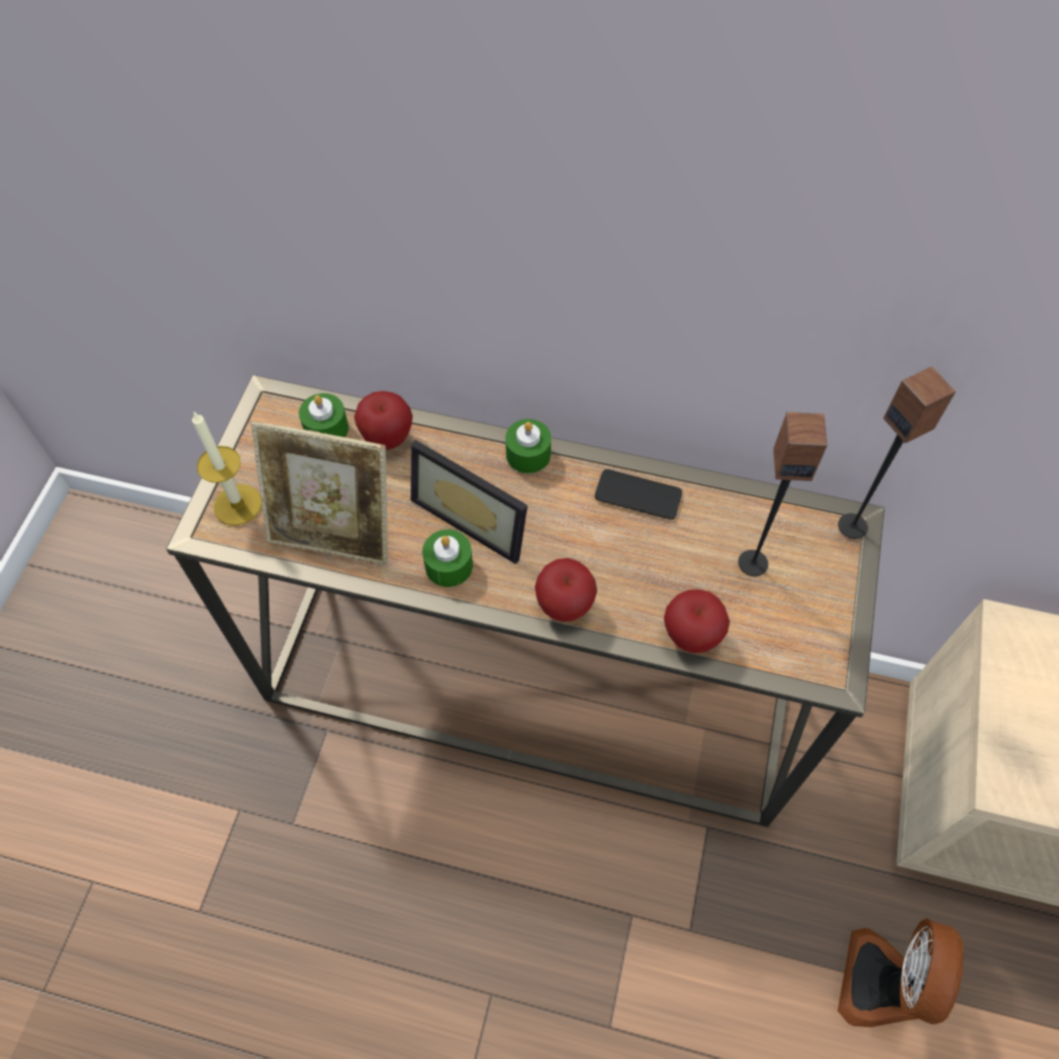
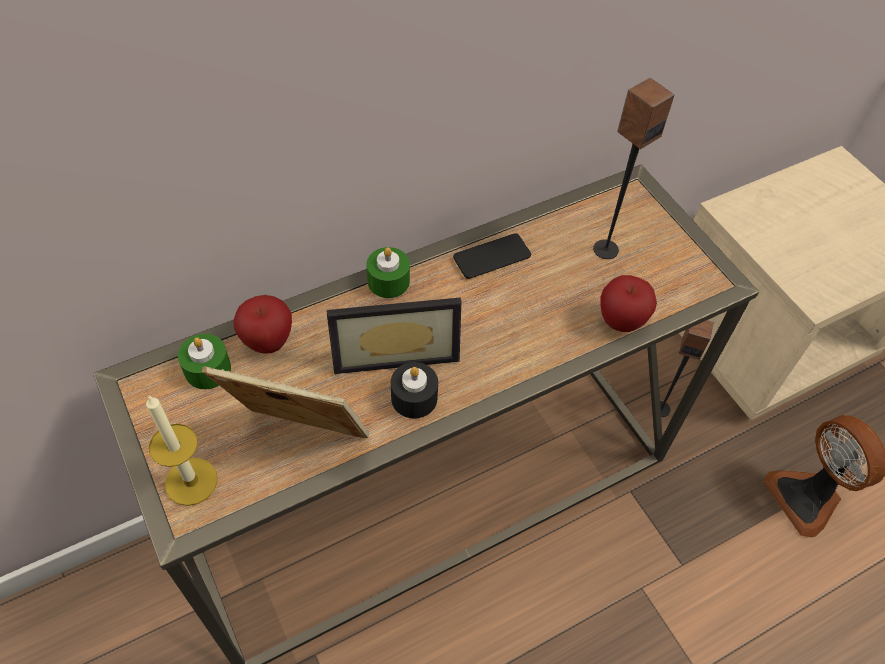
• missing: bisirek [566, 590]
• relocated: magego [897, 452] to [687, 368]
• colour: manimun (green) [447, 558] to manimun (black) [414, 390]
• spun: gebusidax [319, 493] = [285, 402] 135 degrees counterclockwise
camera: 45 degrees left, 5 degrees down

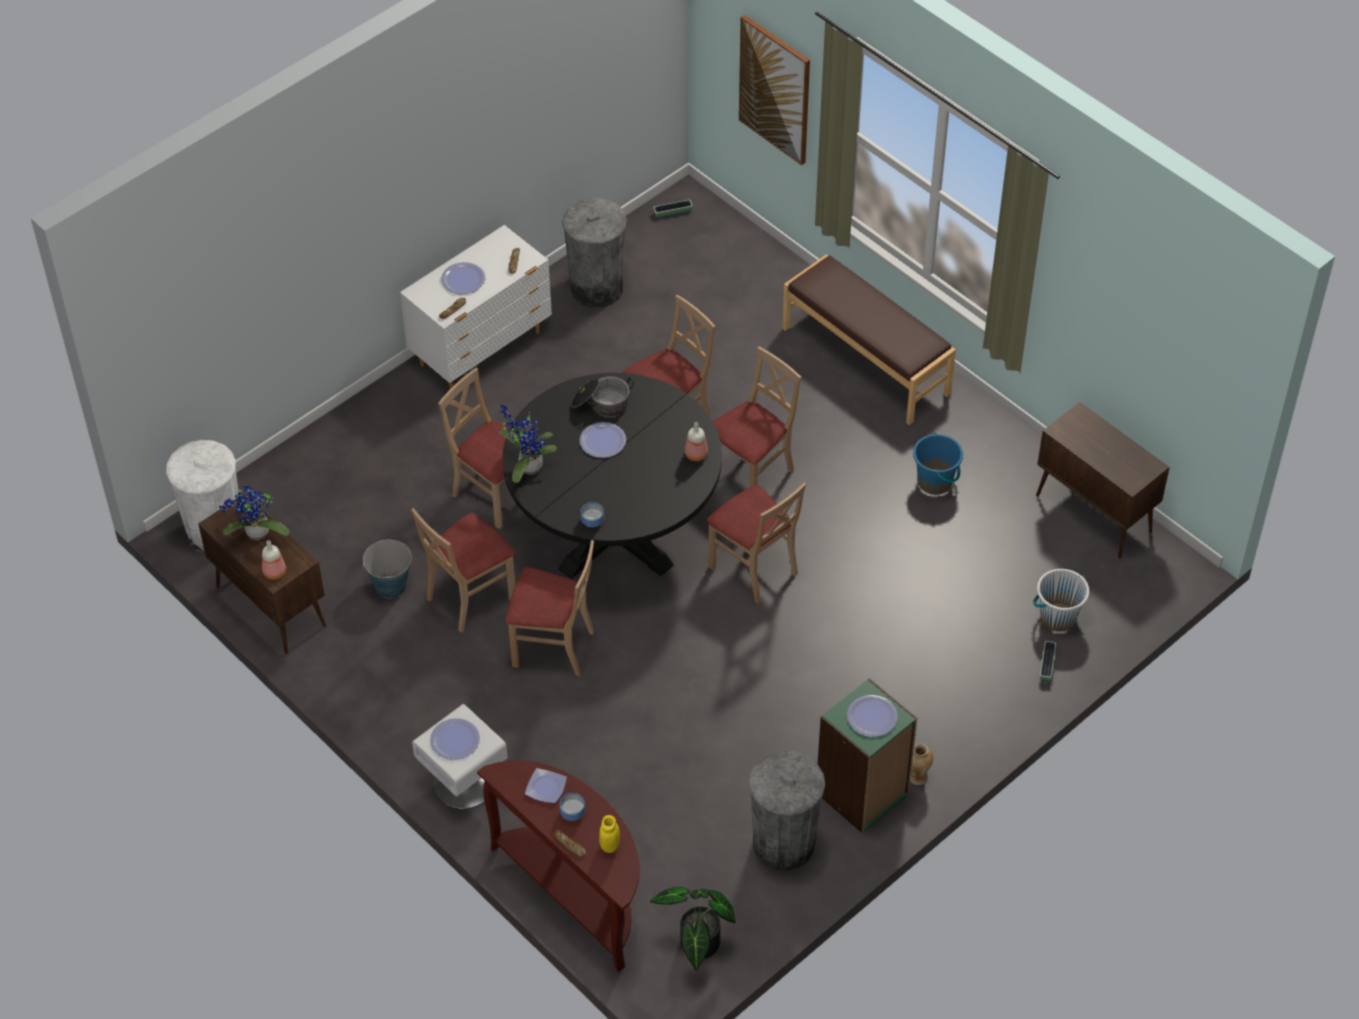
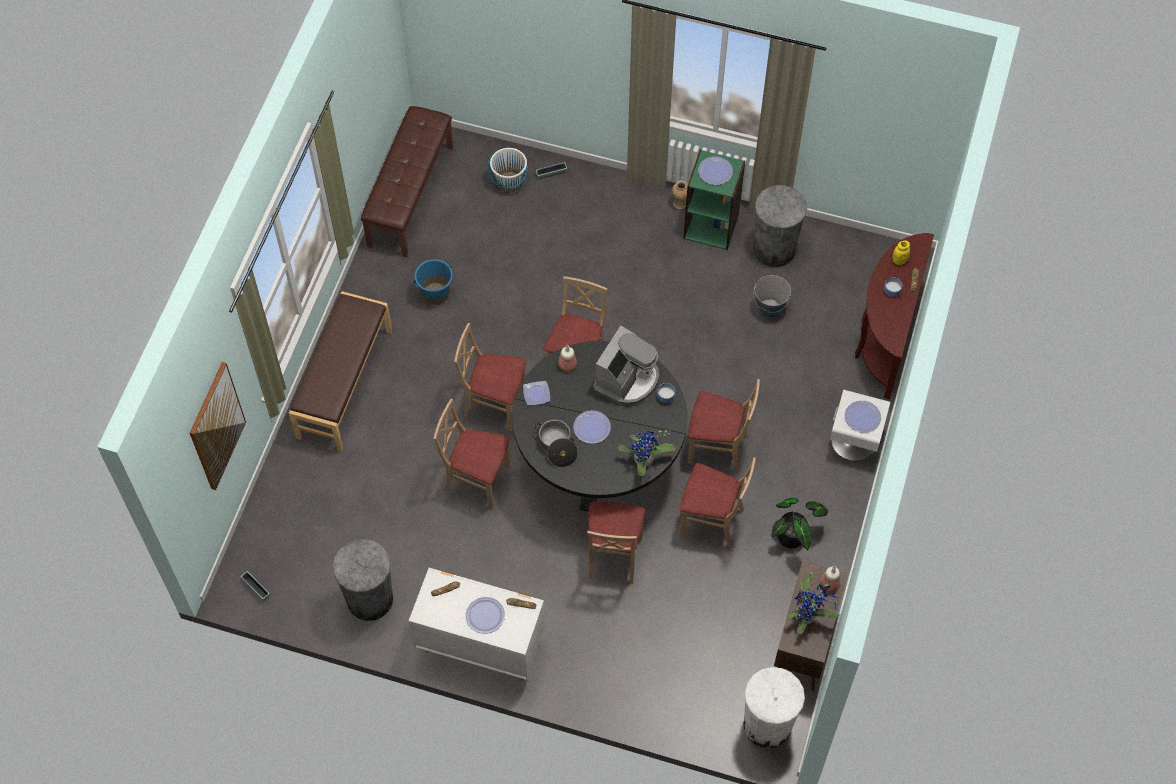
• appeared: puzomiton [626, 365]
• relocated: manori [387, 569] to [772, 296]
• relocated: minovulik [546, 785] to [536, 393]
• relocated: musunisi [693, 929] to [799, 524]
• exchanged: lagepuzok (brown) [1103, 480] to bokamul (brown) [407, 181]
• spun: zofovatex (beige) [549, 608] = [724, 425] 120 degrees clockwise
camera: 120 degrees left, 10 degrees up

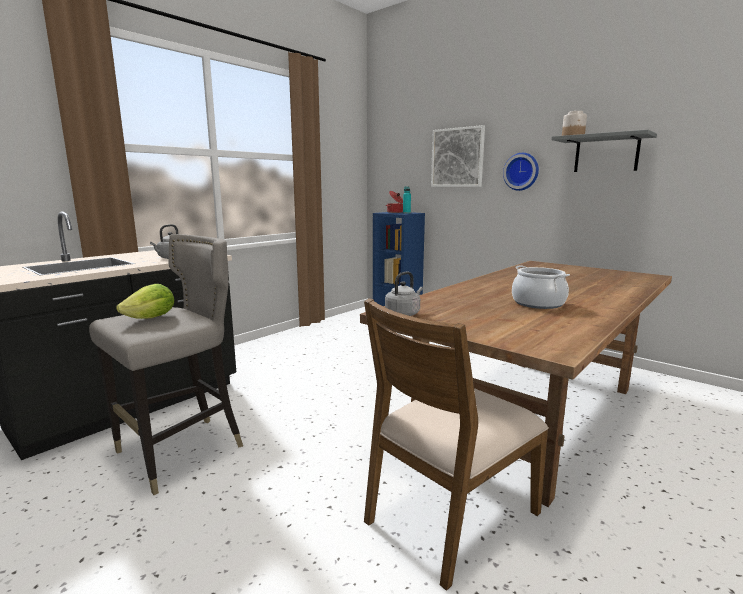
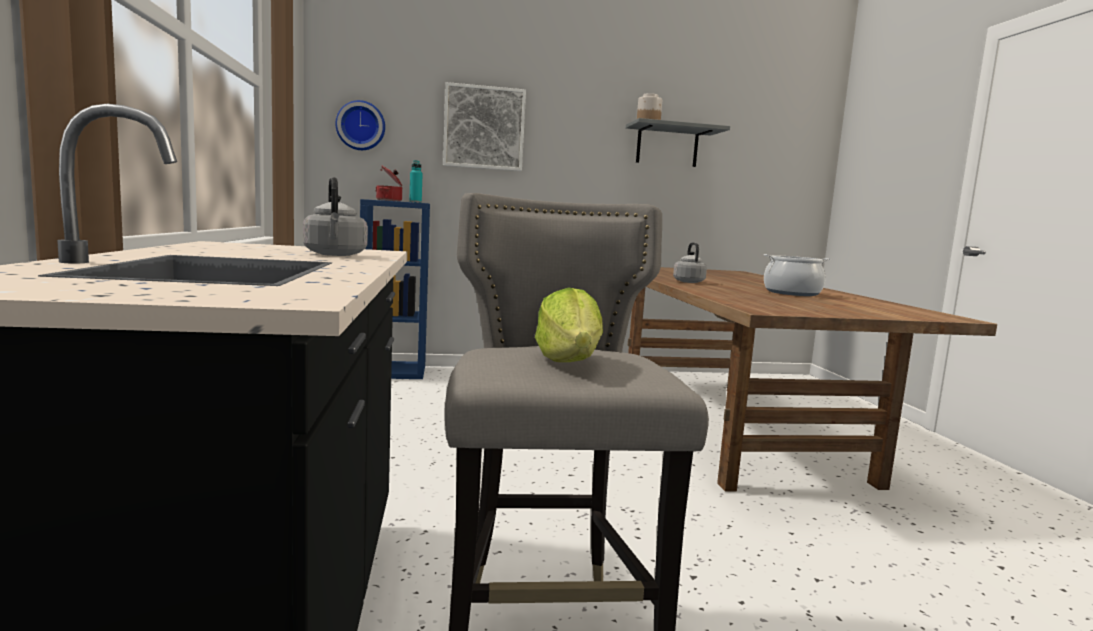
• missing: zofovatex (brown) [456, 444]
• relocated: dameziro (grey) [404, 294] to [690, 262]
• relocated: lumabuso [521, 172] to [360, 125]
camera: 50 degrees left, 5 degrees down

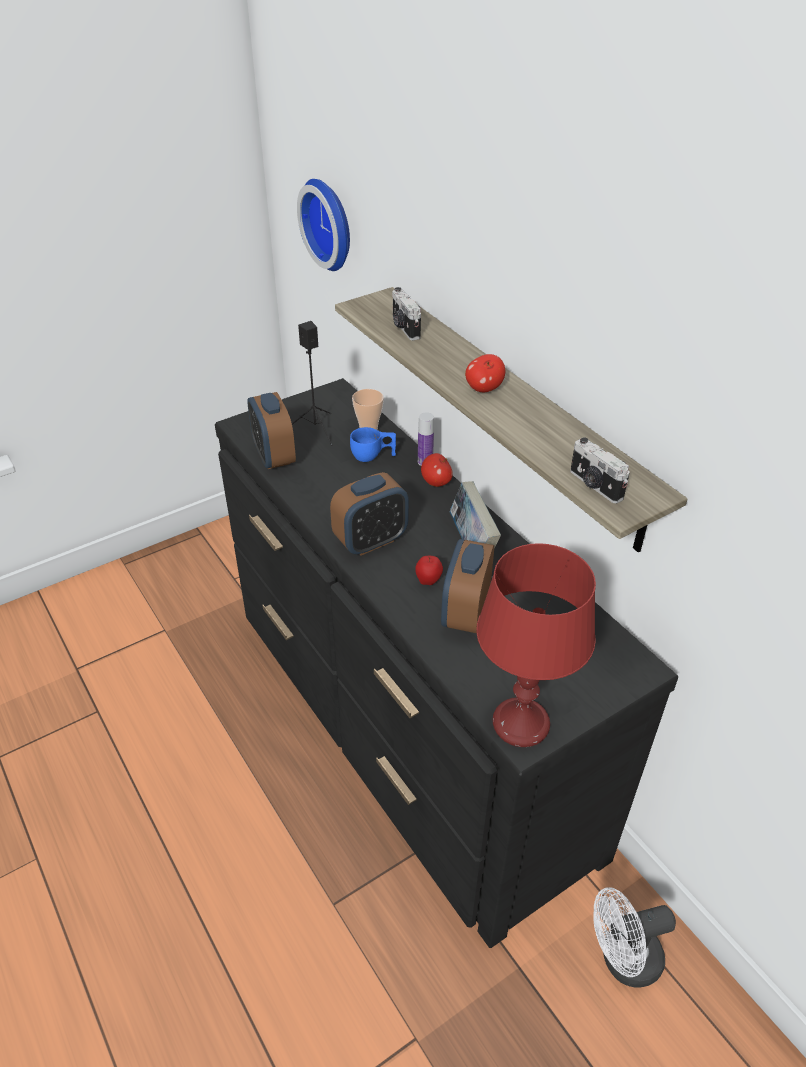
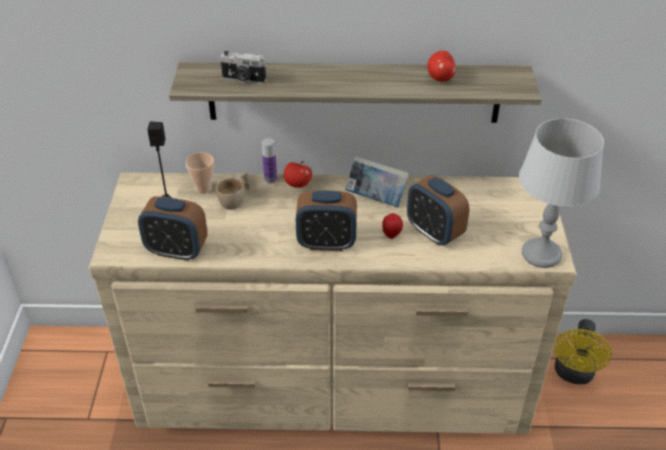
• missing: lumabuso [323, 225]
• missing: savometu [600, 470]
• relocated: bisirek [485, 373] to [441, 66]
• colour: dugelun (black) [446, 663] to dugelun (beige) [333, 303]
• colour: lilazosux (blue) [373, 444] to lilazosux (beige) [233, 191]
• colour: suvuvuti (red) [536, 645] to suvuvuti (grey) [561, 193]
• colour: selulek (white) [634, 938] to selulek (yellow) [583, 351]
• spun: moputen [369, 513] = [326, 220] 90 degrees clockwise
camera: 55 degrees left, 0 degrees up

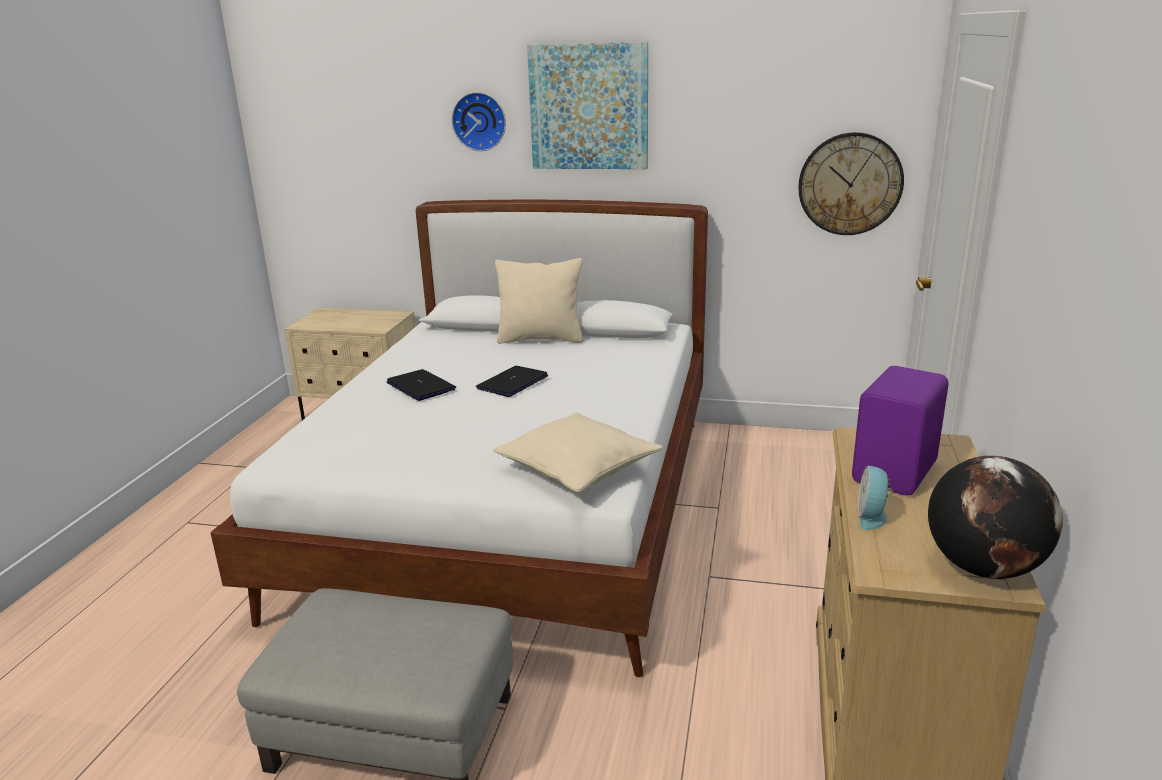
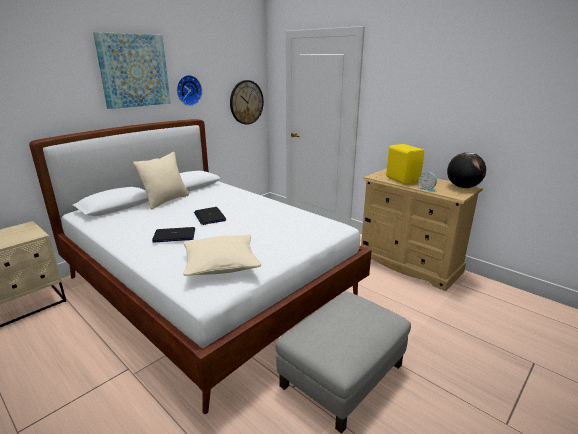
• relocated: lumabuso [479, 121] to [189, 90]
• relocated: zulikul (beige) [578, 452] to [222, 255]
• colour: magego (purple) [900, 431] to magego (yellow) [405, 164]
camera: 60 degrees left, 0 degrees up

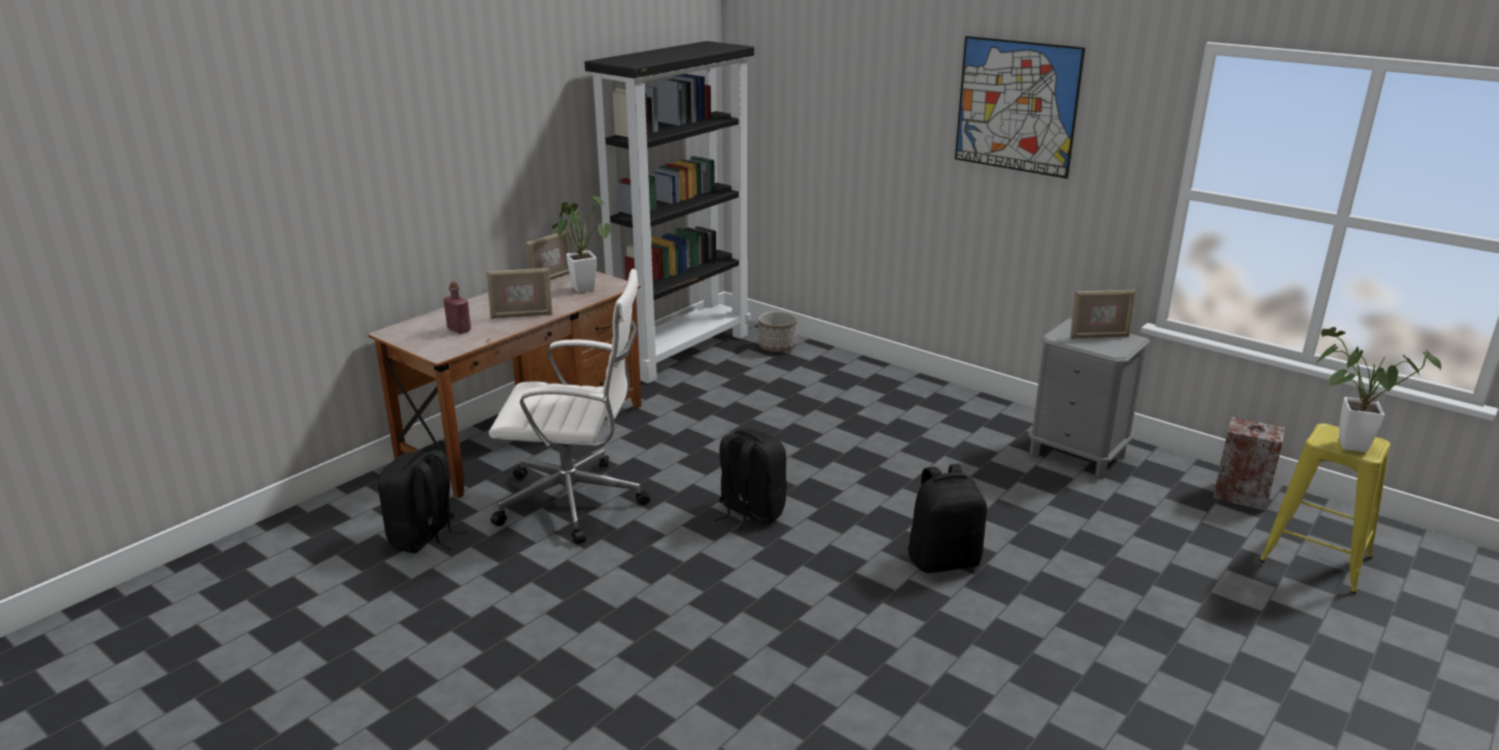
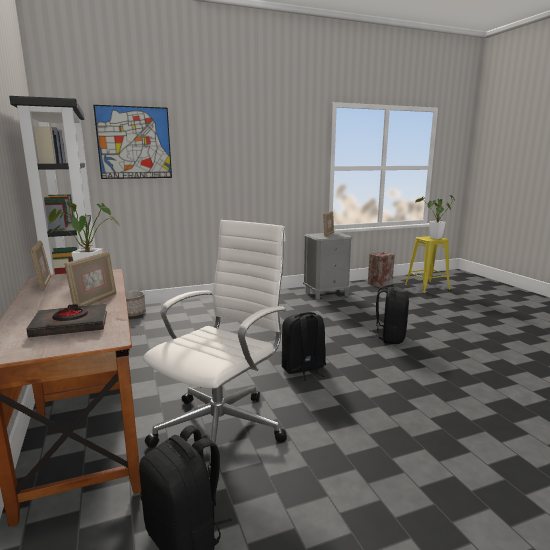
• relocated: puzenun [1020, 107] to [132, 142]
• exchanged: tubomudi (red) [457, 308] to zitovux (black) [66, 321]
camera: 60 degrees left, 10 degrees down

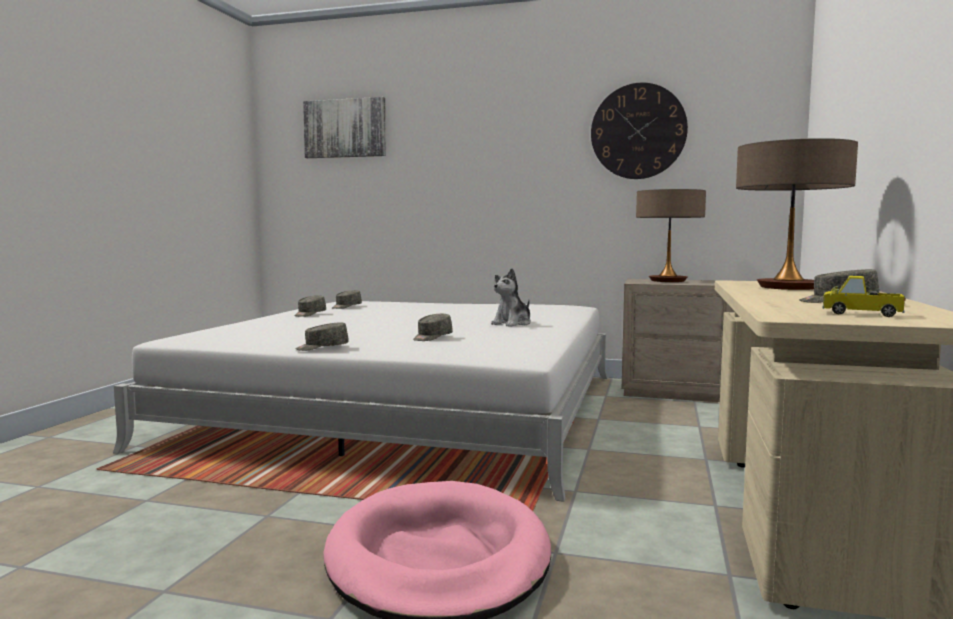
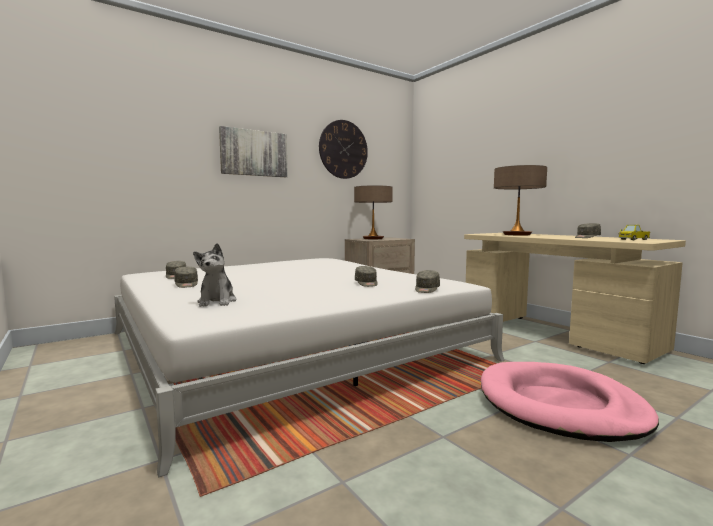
• relocated: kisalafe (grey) [322, 336] to [427, 281]
• relocated: puzenun [344, 127] to [253, 151]
• relocated: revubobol [511, 297] to [215, 275]
camera: 50 degrees left, 0 degrees up

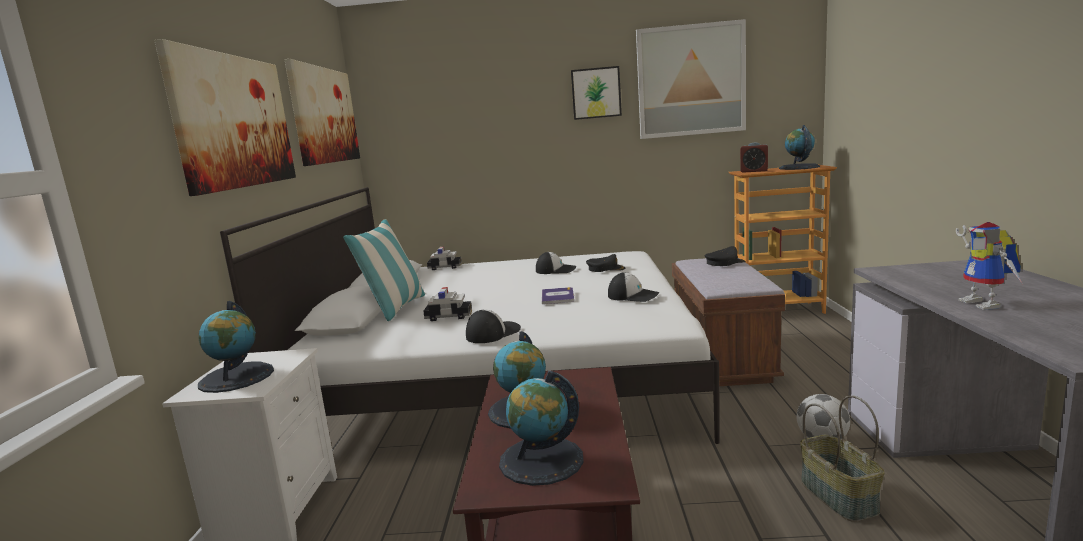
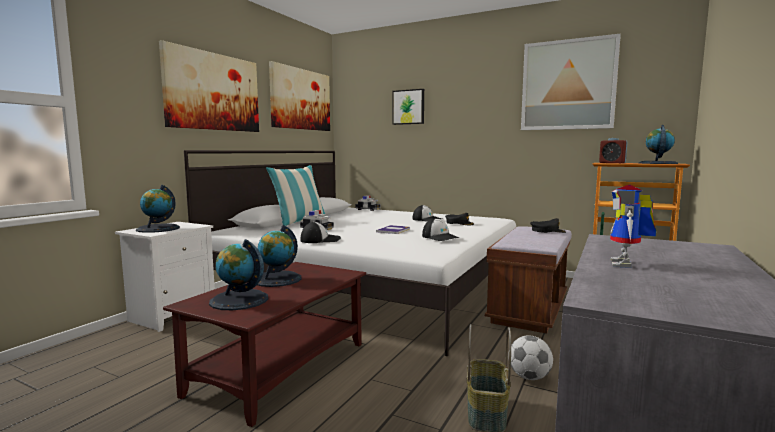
• relocated: puzenun [596, 93] to [408, 107]
camera: 25 degrees right, 5 degrees down

